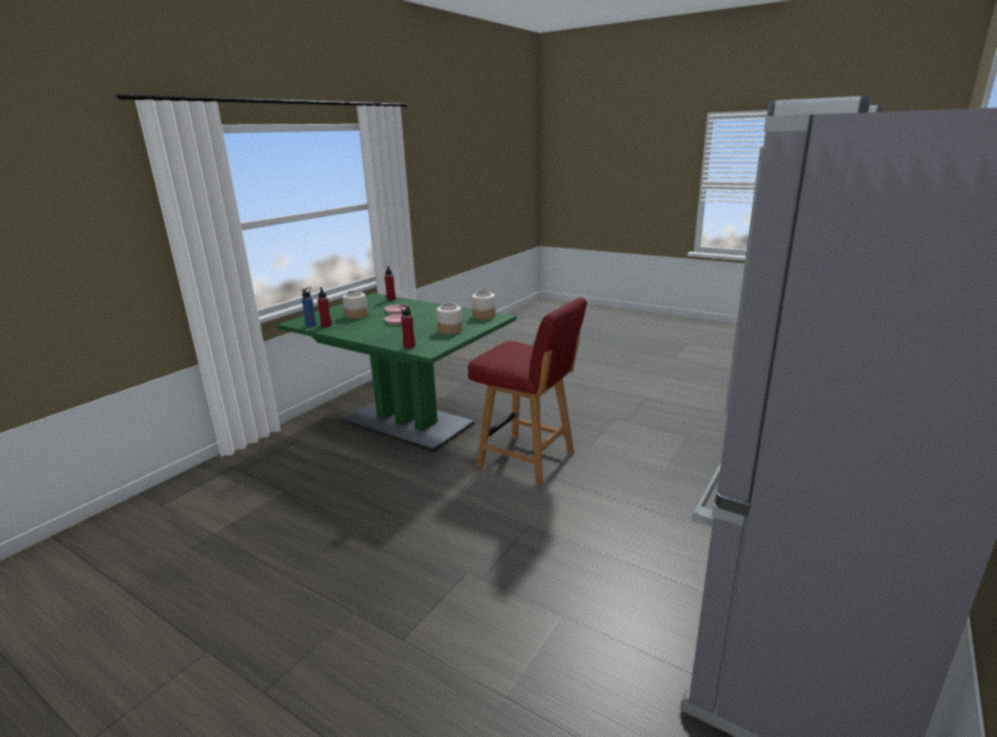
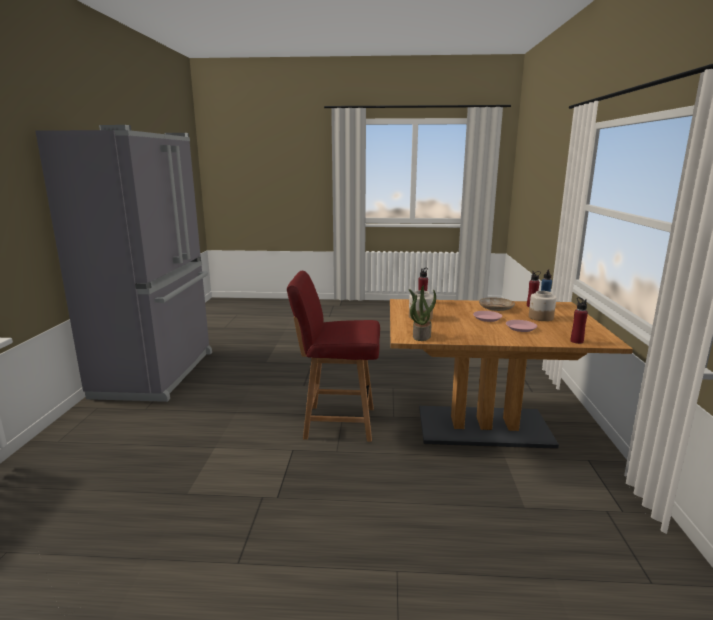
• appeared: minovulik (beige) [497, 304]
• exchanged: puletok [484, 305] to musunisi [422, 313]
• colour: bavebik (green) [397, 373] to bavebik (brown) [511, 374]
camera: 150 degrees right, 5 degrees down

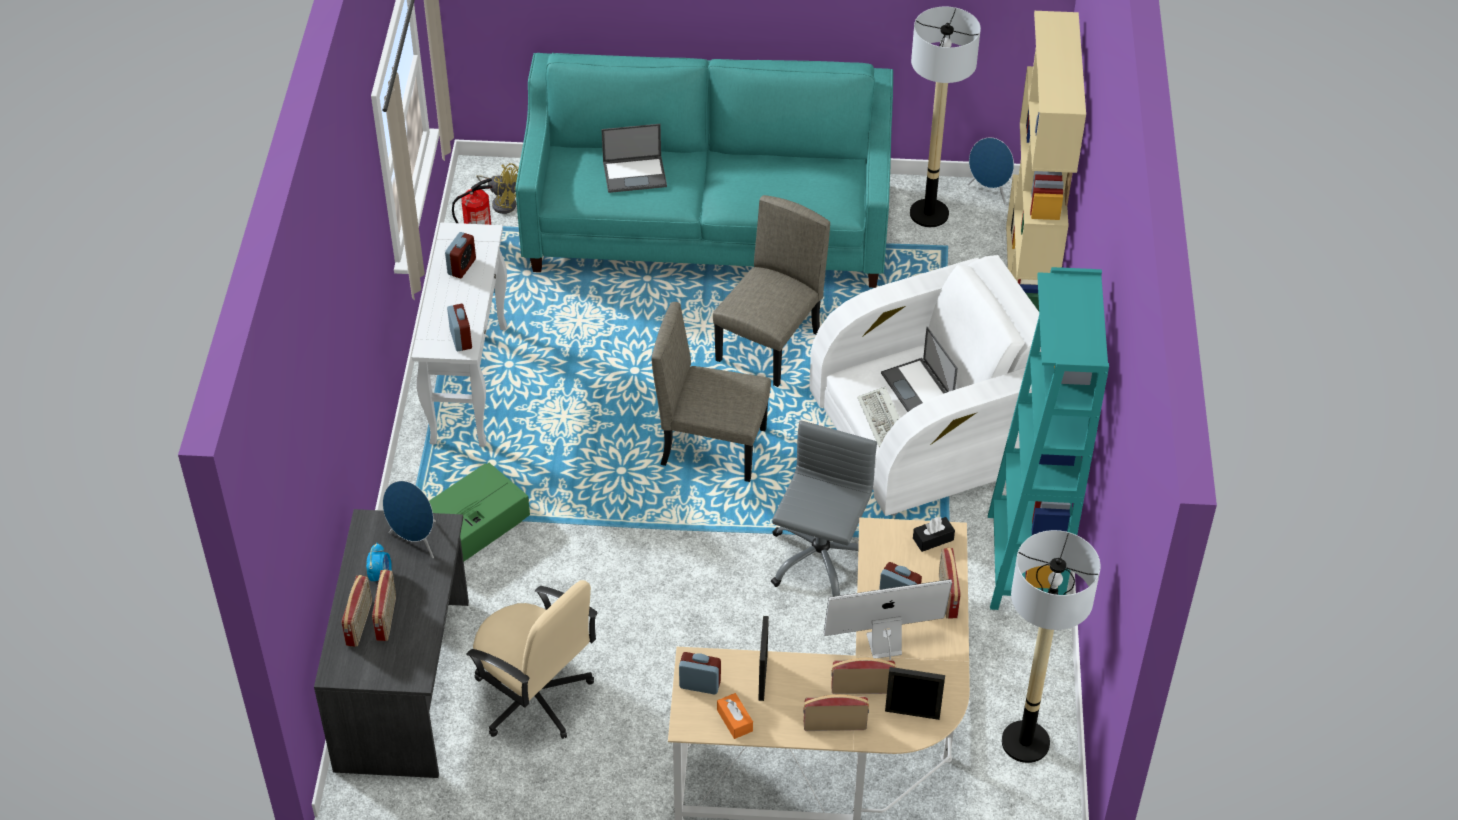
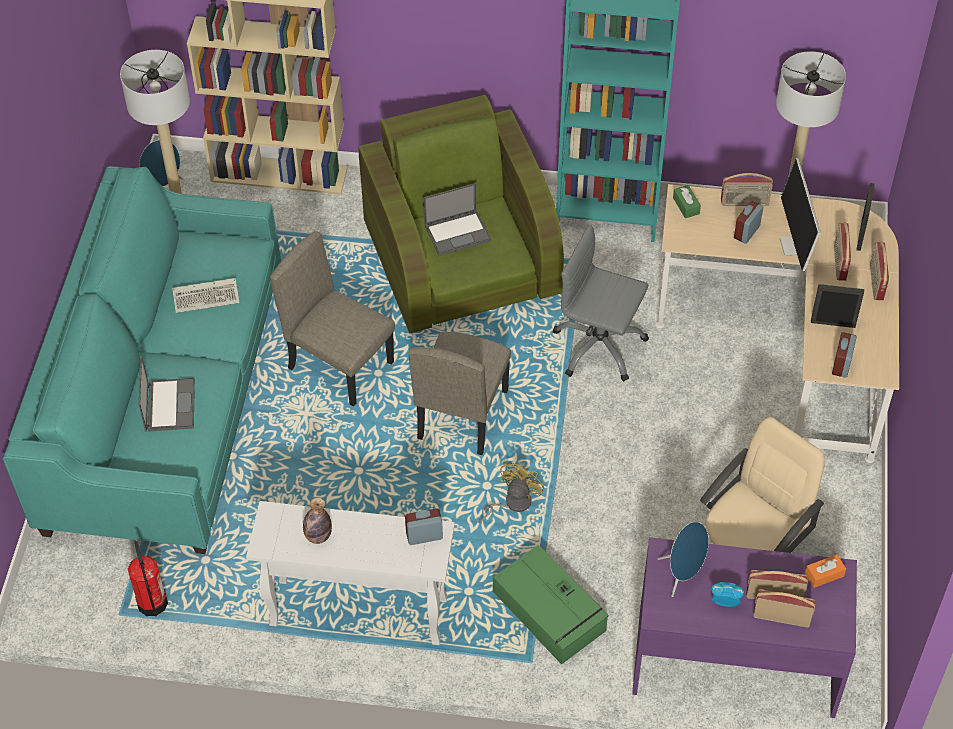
• relocated: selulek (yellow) [497, 188] to [511, 493]
• relocated: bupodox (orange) [735, 716] to [825, 571]
• relocated: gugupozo [878, 417] to [205, 295]
• exchanged: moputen [460, 255] to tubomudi [317, 521]
• colour: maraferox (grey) [391, 643] to maraferox (purple) [744, 627]
• colour: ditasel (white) [925, 385] to ditasel (green) [461, 214]
• colour: bupodox (black) [934, 534] to bupodox (green) [687, 201]
camera: 85 degrees left, 5 degrees up

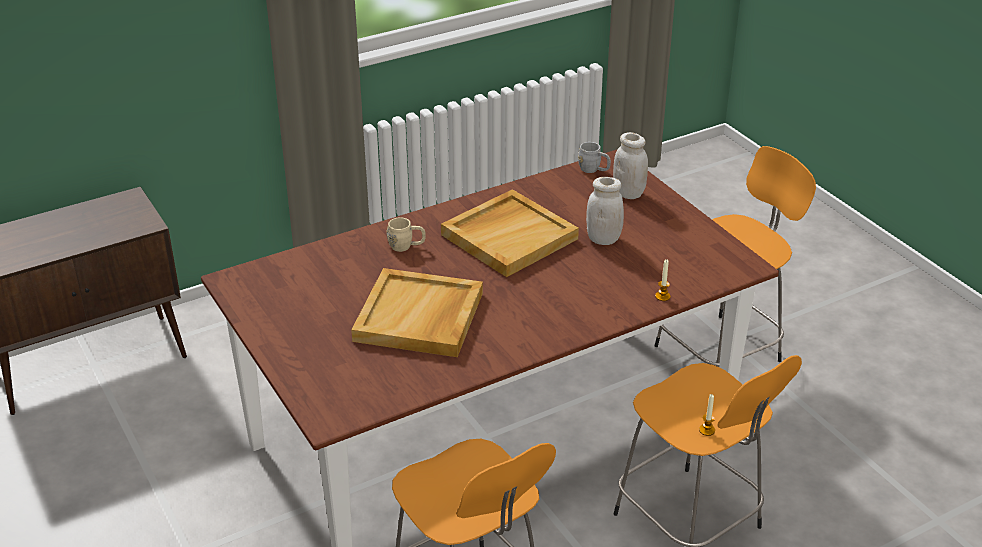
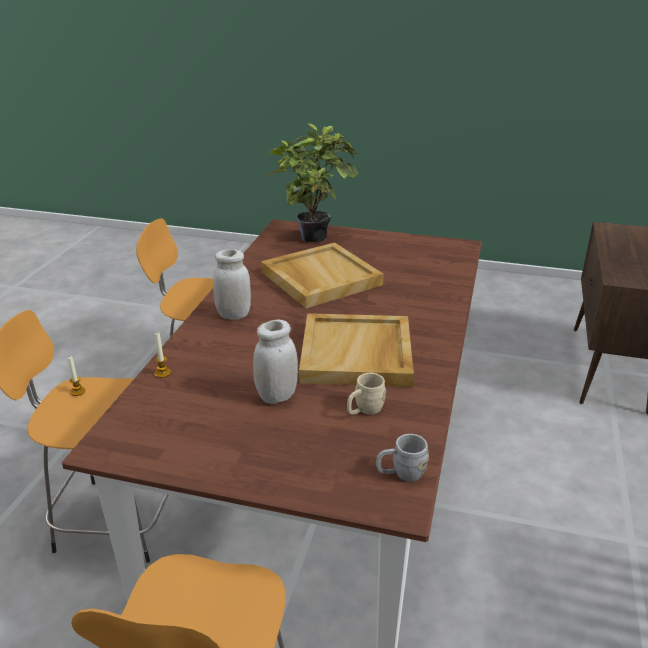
• appeared: musunisi [311, 183]
• relocated: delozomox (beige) [406, 234] to [366, 394]
• relocated: puletok (white) [630, 165] to [232, 285]
camera: 135 degrees right, 5 degrees down

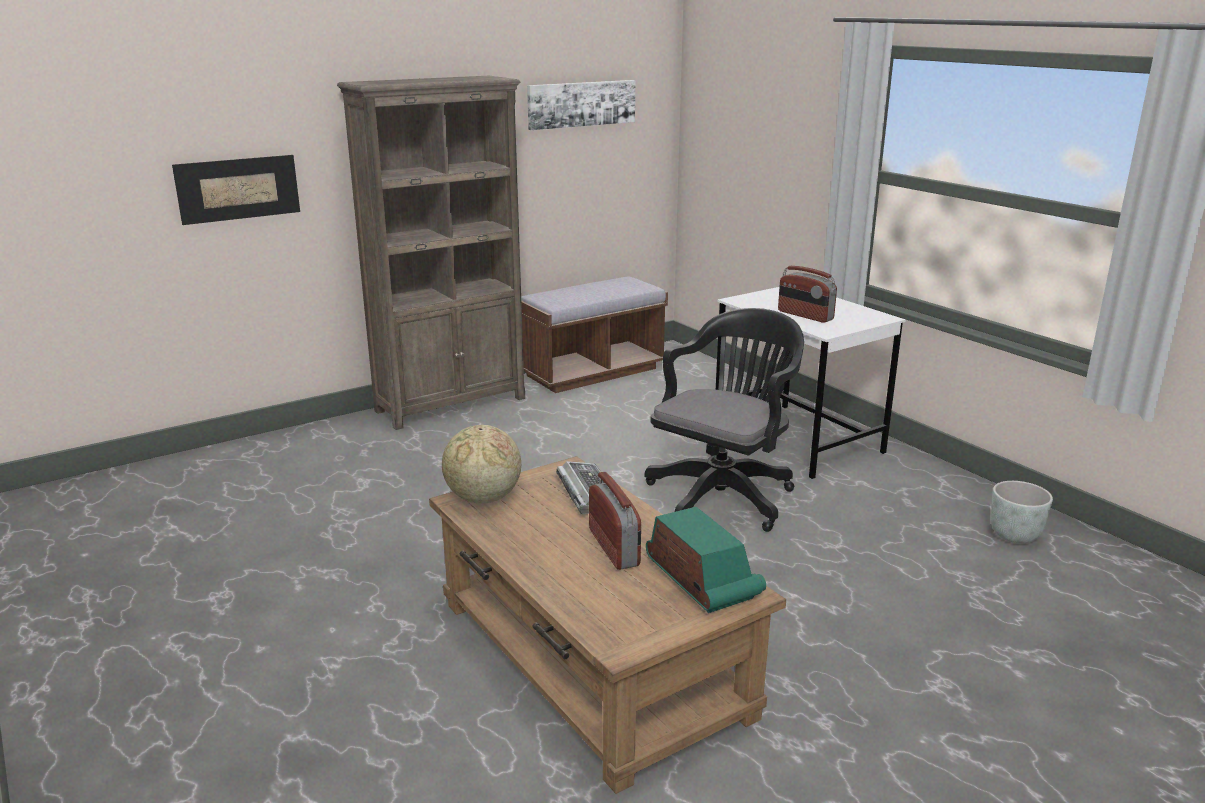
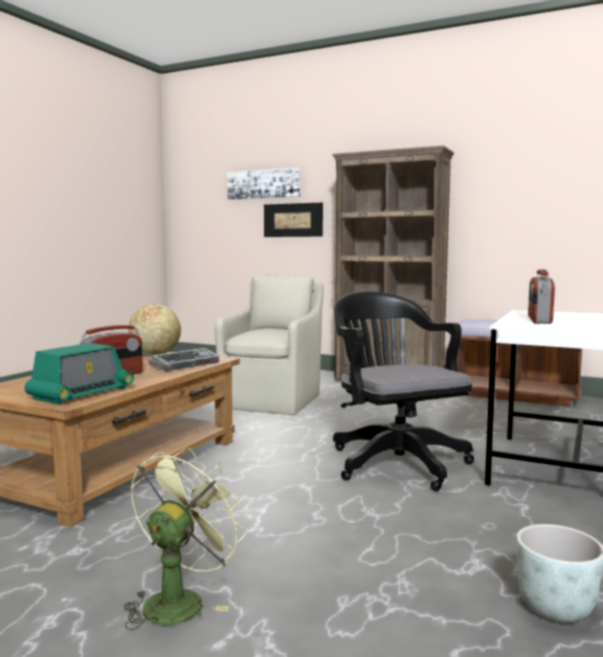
• appeared: selulek (green) [186, 538]
• appeared: ditasel (beige) [269, 345]
• relocated: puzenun [581, 105] to [263, 183]
• spun: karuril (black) [724, 420] = [403, 391] 120 degrees counterclockwise
camera: 60 degrees right, 15 degrees down

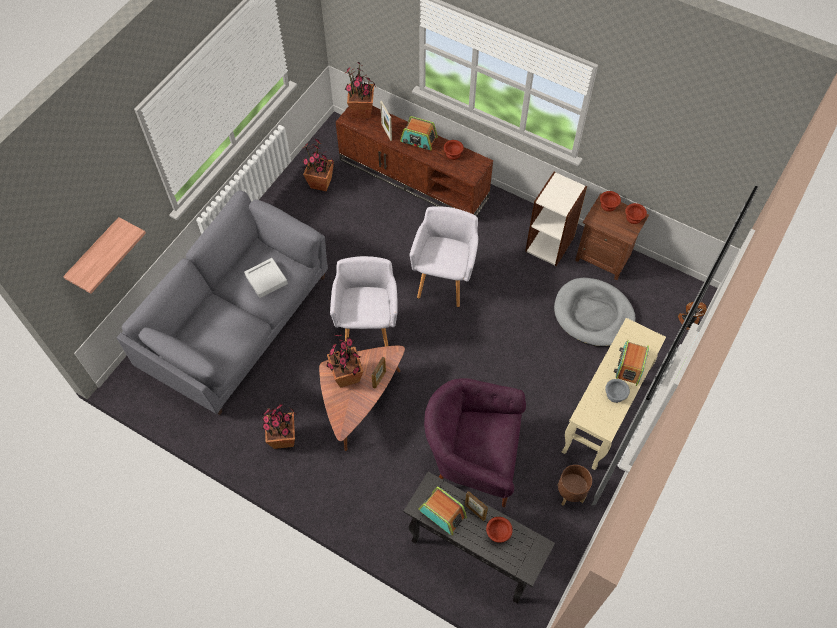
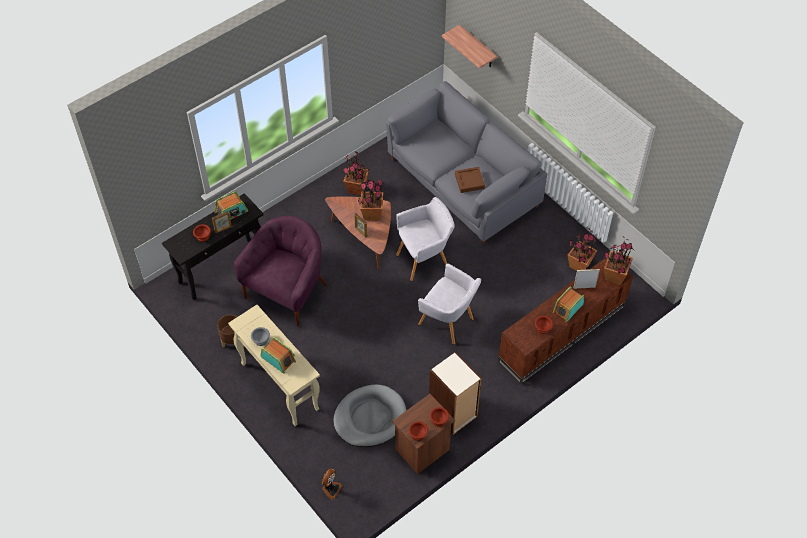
• colour: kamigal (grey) [266, 278] to kamigal (brown) [470, 180]
• spun: ditasel (grey) [364, 302] = [425, 239] 45 degrees counterclockwise
camera: 110 degrees right, 5 degrees down

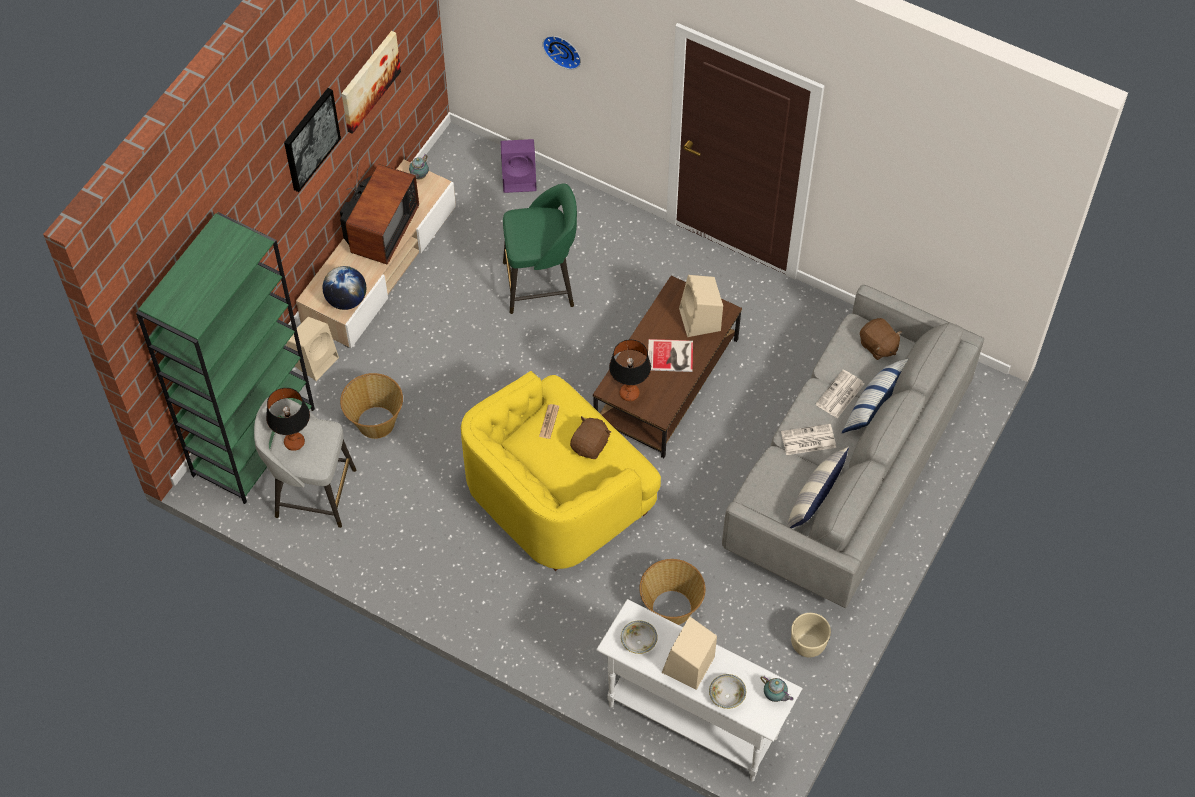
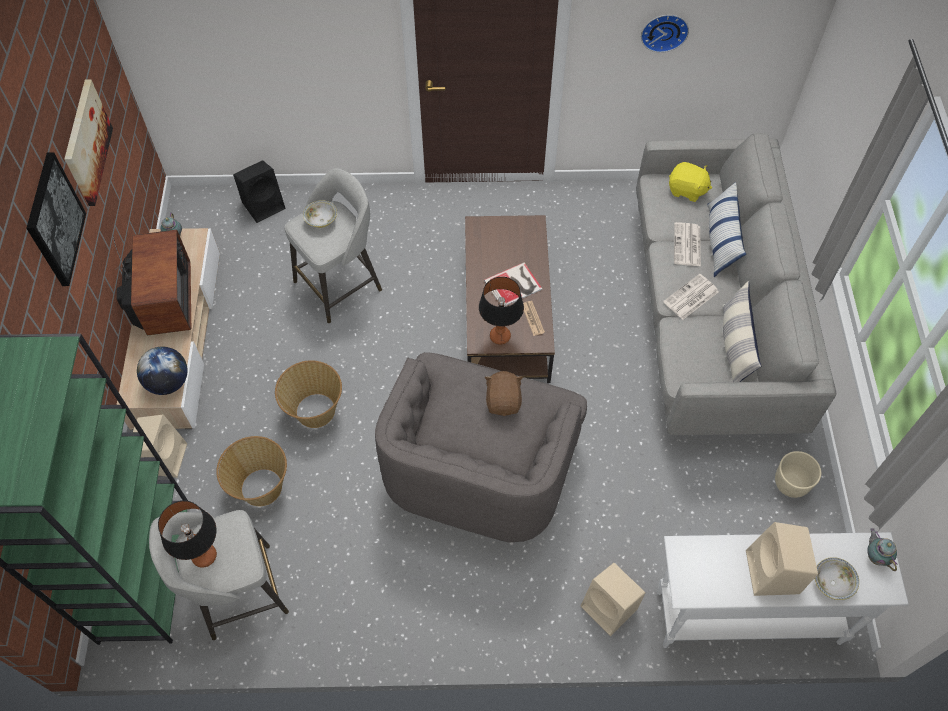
• relocated: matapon [549, 421] to [534, 318]
• relocated: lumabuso [561, 53] to [665, 34]
• relocated: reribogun [639, 637] to [320, 214]
• relocated: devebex [672, 592] to [308, 394]
• relocated: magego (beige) [701, 306] to [613, 599]
• colour: ditasel (yellow) [561, 471] to ditasel (grey) [481, 447]
• colour: magego (purple) [519, 166] to magego (black) [259, 191]
• colour: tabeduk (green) [540, 249] to tabeduk (grey) [333, 245]
• colour: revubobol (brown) [881, 339] to revubobol (yellow) [690, 182]
• spun: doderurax [776, 689] = [882, 549] 120 degrees counterclockwise
camera: 30 degrees left, 0 degrees up

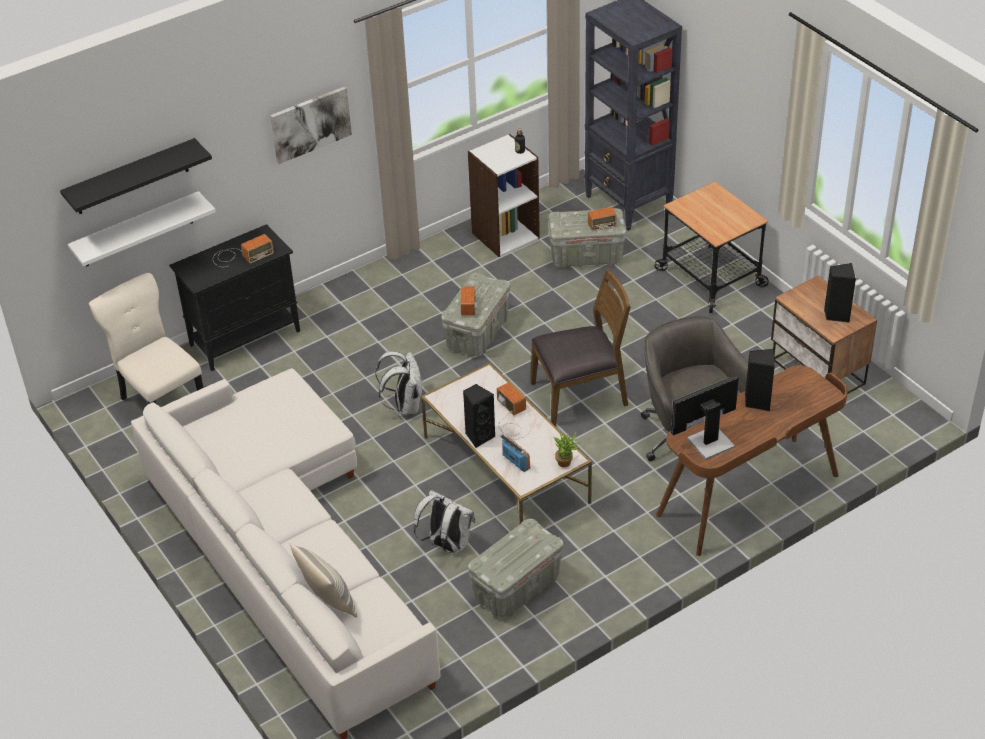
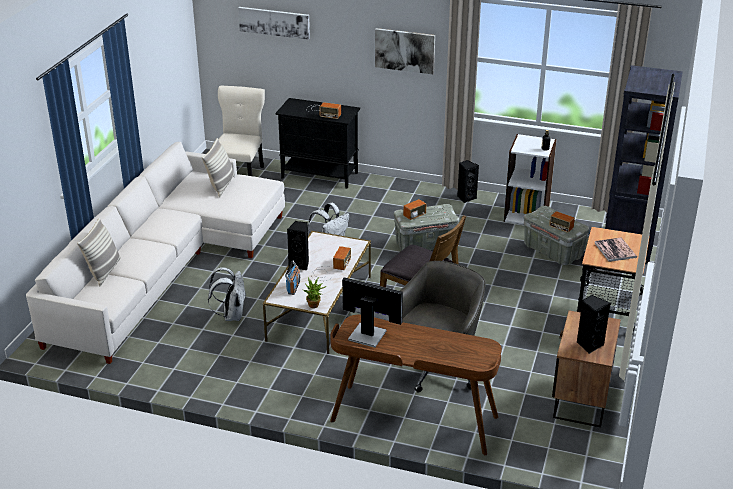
• missing: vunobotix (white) [142, 228]
• missing: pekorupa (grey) [515, 569]
• appeared: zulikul [218, 167]
• appeared: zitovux [615, 250]
• relocated: magego (black) [760, 380] to [468, 181]
• exchanged: vunobotix (black) [136, 176] to puzenun [274, 23]
camera: 50 degrees right, 10 degrees down

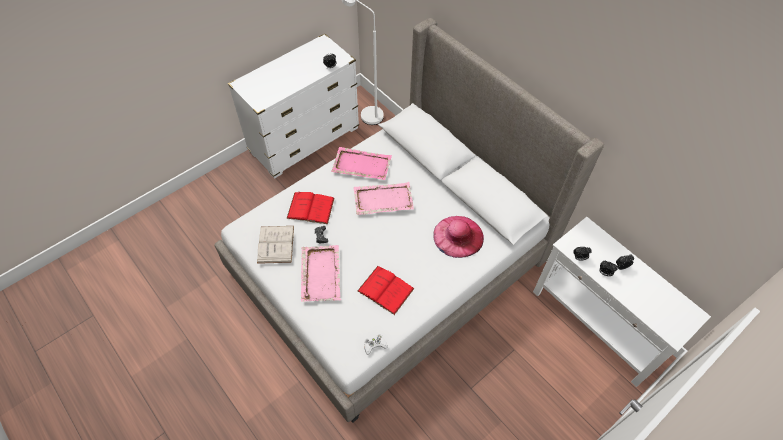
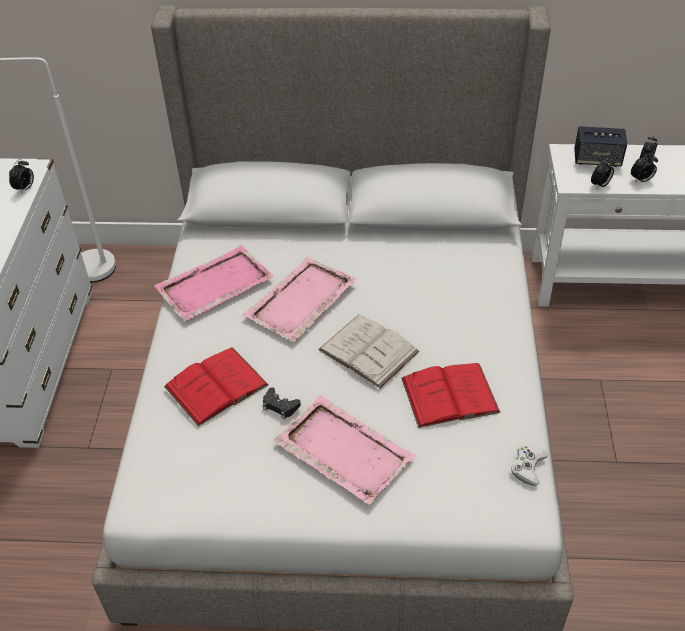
• missing: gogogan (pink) [458, 237]
• appeared: magego [600, 146]
• relocated: zitovux (white) [275, 245] to [368, 351]
camera: 45 degrees left, 10 degrees down

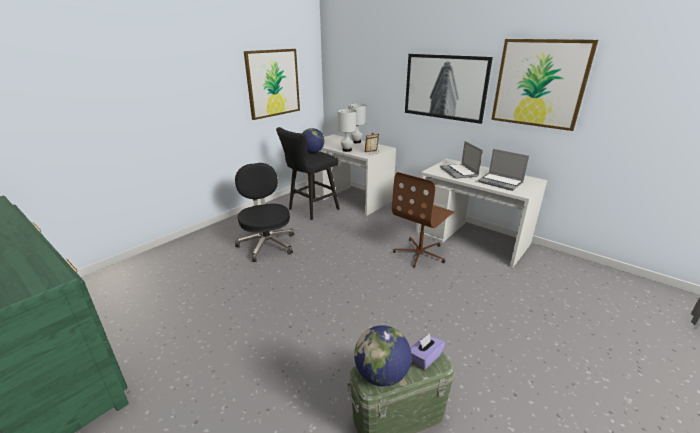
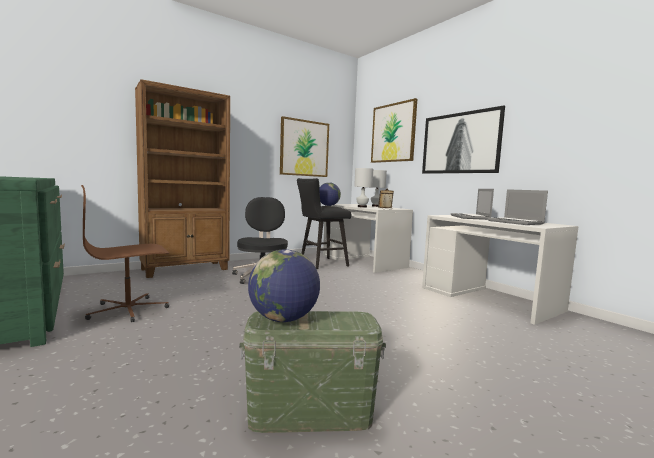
• missing: bupodox (purple) [427, 351]
• appeared: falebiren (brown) [182, 178]
• relocated: karuril (brown) [423, 220] to [125, 253]
• relocated: puzenun [544, 85] to [394, 130]
camera: 15 degrees right, 20 degrees down

